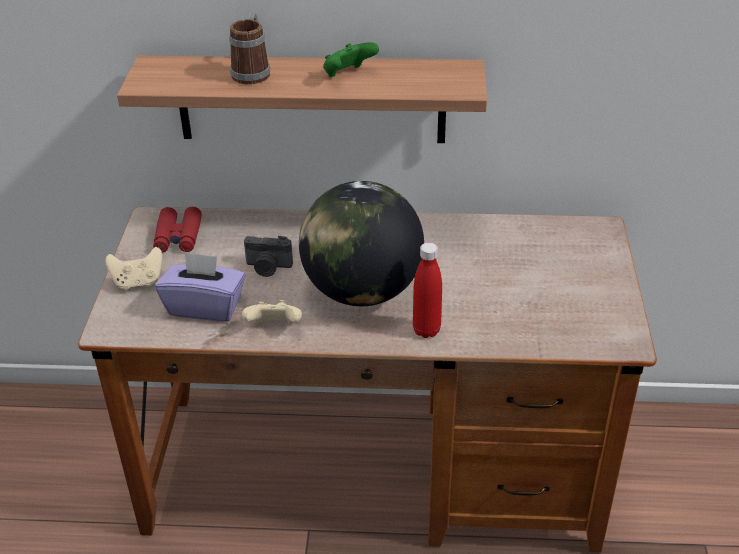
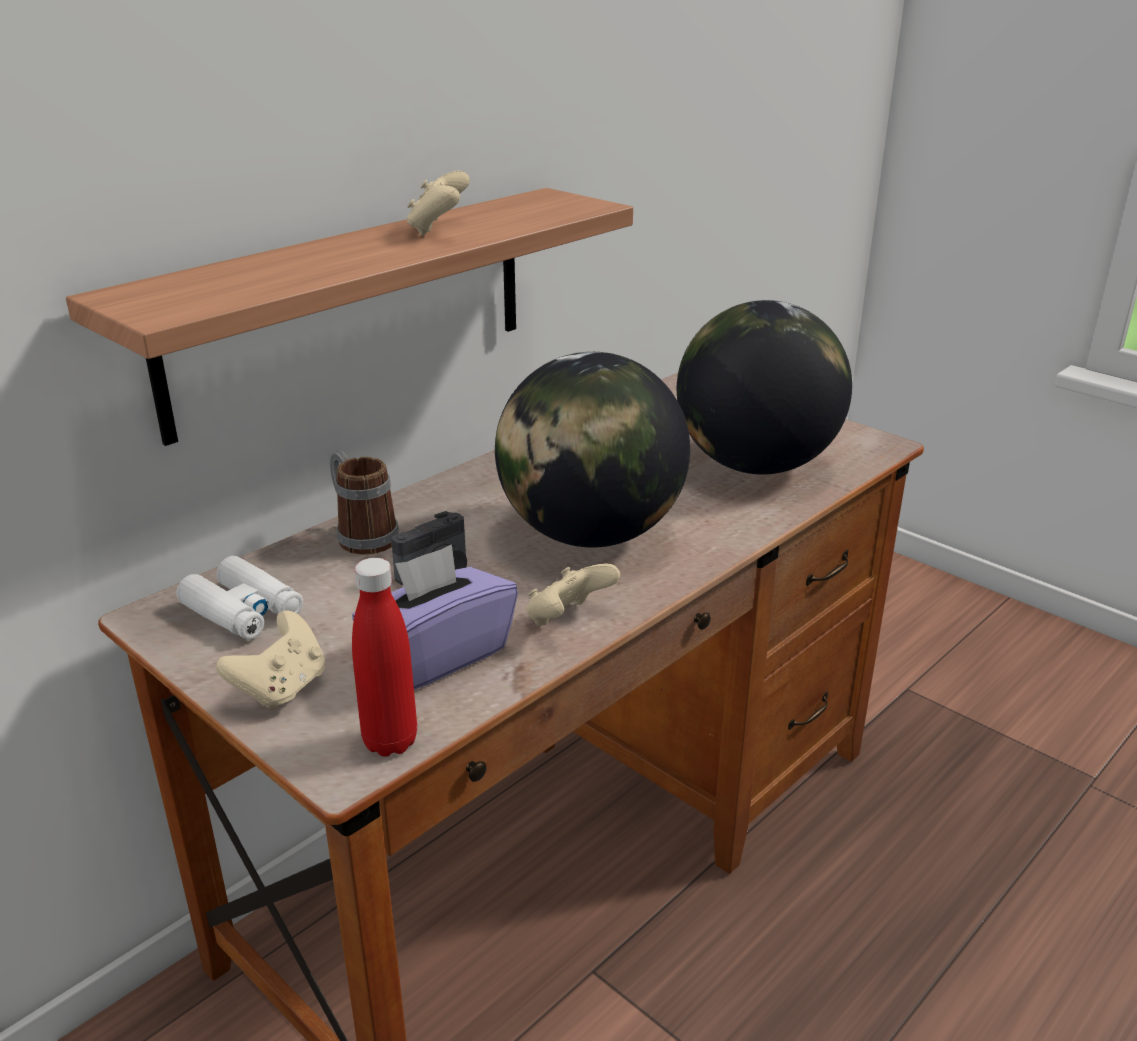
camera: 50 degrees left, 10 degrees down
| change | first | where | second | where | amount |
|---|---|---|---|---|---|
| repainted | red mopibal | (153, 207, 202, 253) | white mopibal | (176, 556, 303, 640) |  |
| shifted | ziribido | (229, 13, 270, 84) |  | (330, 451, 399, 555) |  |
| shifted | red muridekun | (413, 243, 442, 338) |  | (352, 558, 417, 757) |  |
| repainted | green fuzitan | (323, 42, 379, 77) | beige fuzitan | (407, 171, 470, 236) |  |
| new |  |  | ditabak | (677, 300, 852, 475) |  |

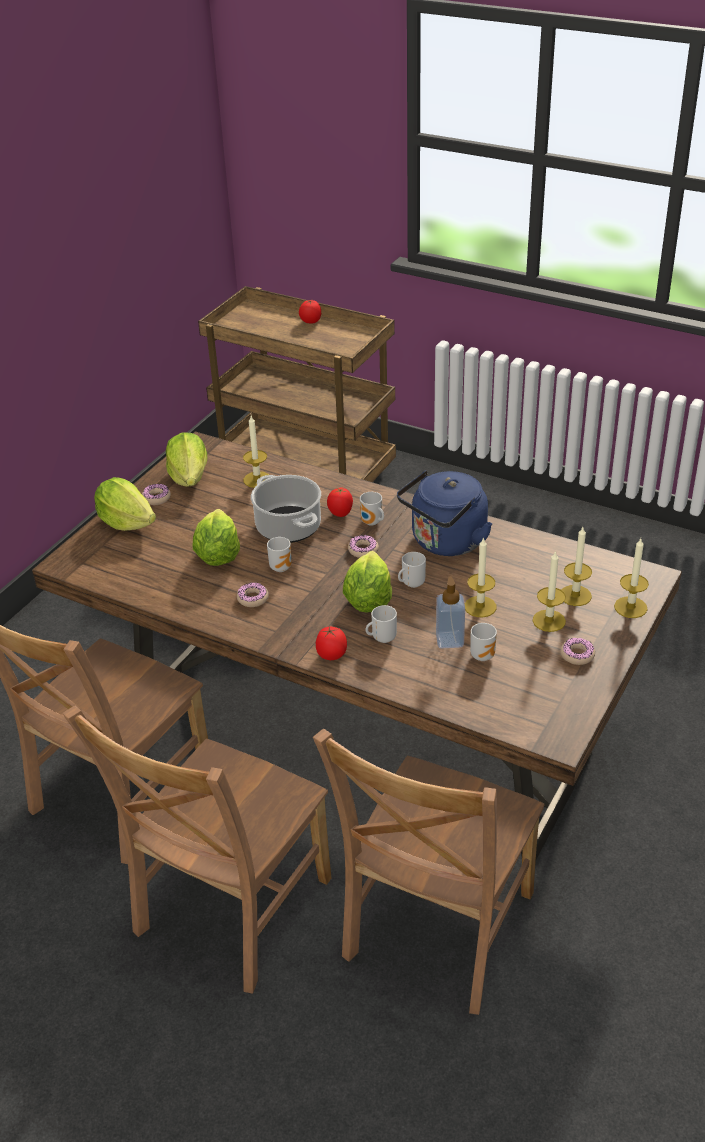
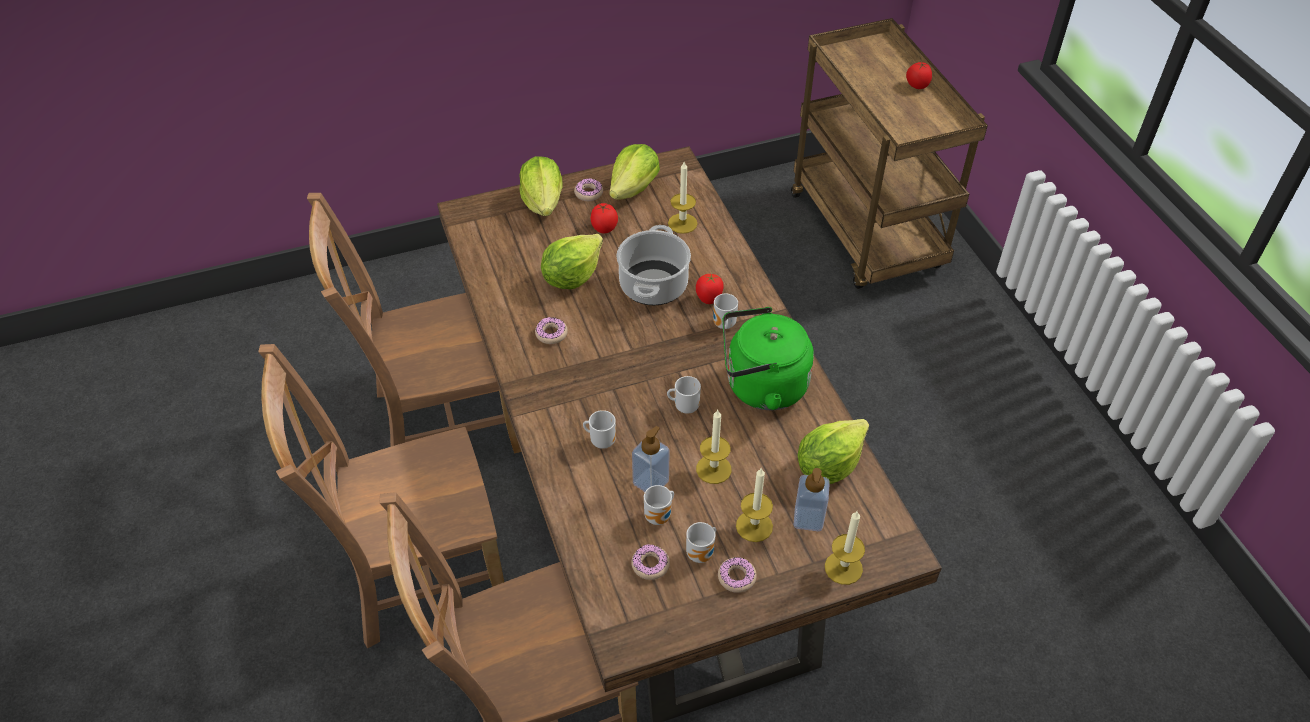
camera: 40 degrees right, 10 degrees up
| change | first | where | second | where | amount |
|---|---|---|---|---|---|
| shifted | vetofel | (316, 627, 347, 660) |  | (591, 203, 618, 233) |  |
| shifted | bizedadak | (348, 535, 379, 558) |  | (631, 545, 670, 580) |  |
| shifted | ziribido | (267, 537, 292, 572) |  | (686, 522, 716, 563) |  |
| repainted | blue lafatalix | (397, 470, 492, 556) | green lafatalix | (722, 307, 814, 410) |  |
| swapped | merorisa | (561, 527, 592, 606) | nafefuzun | (794, 468, 830, 531) |  |
| shifted | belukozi | (343, 551, 392, 613) |  | (797, 419, 869, 484) |  |

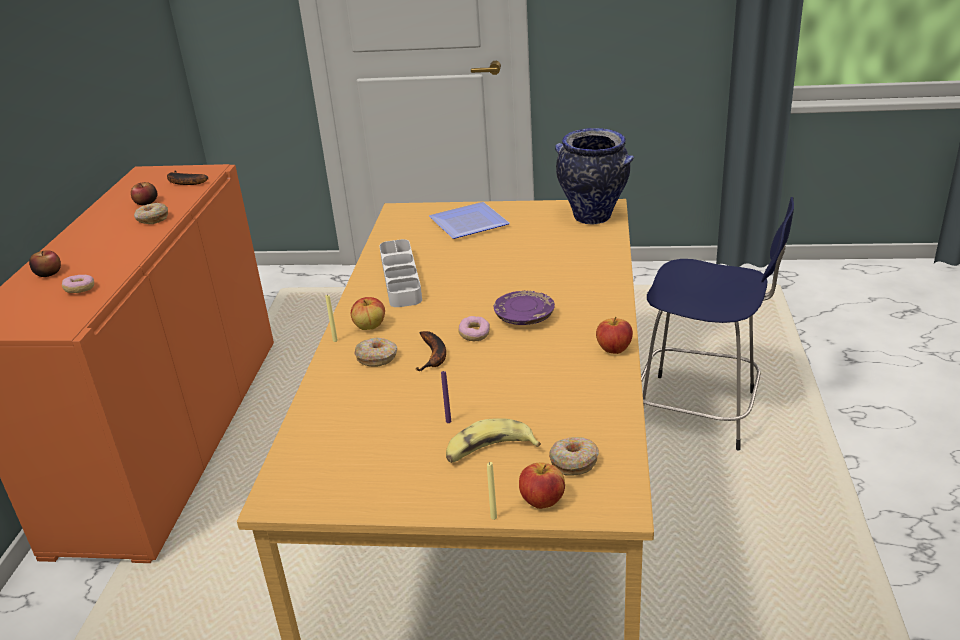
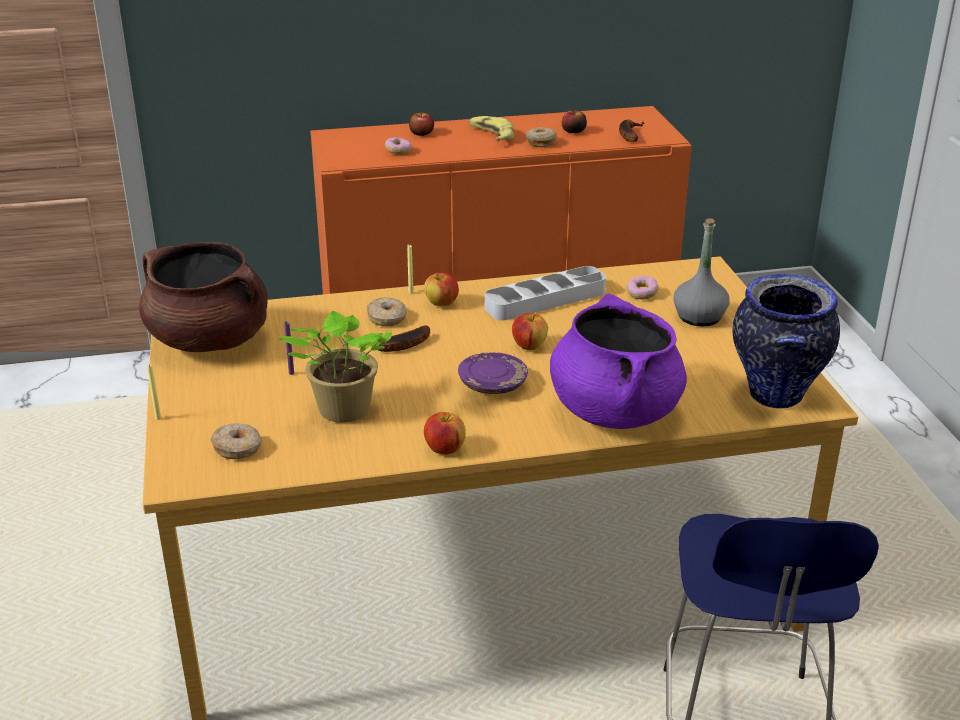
camera: 70 degrees right, 0 degrees up
| change | first | where | second | where | amount |
|---|---|---|---|---|---|
| new |  |  | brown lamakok | (139, 242, 268, 352) |  |
| new |  |  | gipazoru | (279, 311, 392, 423) |  |
| shifted | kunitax | (446, 418, 541, 463) |  | (469, 116, 514, 142) |  |
| shifted | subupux | (519, 463, 565, 509) |  | (512, 313, 548, 350) |  |
| new |  |  | purple lamakok | (550, 293, 687, 429) |  |
| shifted | bizedadak | (458, 316, 490, 341) |  | (627, 276, 659, 300) |  |
| swapped | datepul | (429, 202, 510, 239) | grey muridekun | (674, 218, 730, 326) |  |

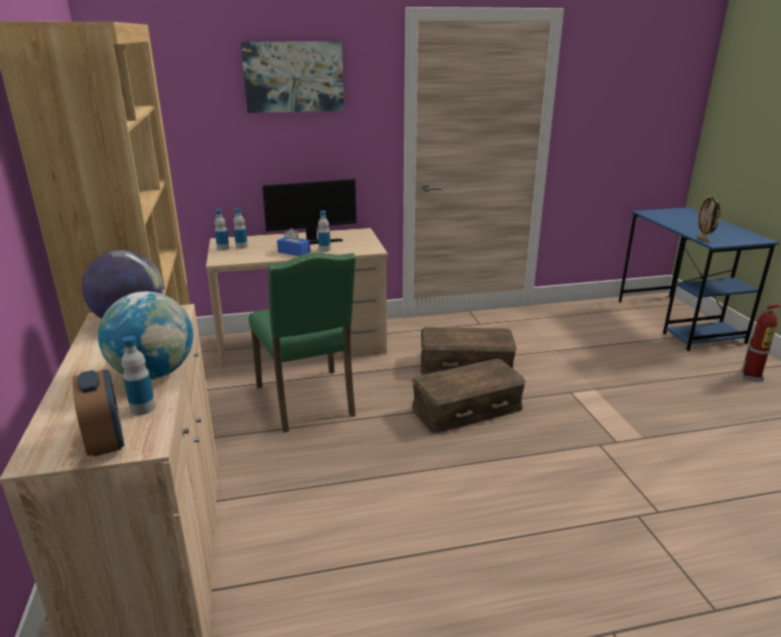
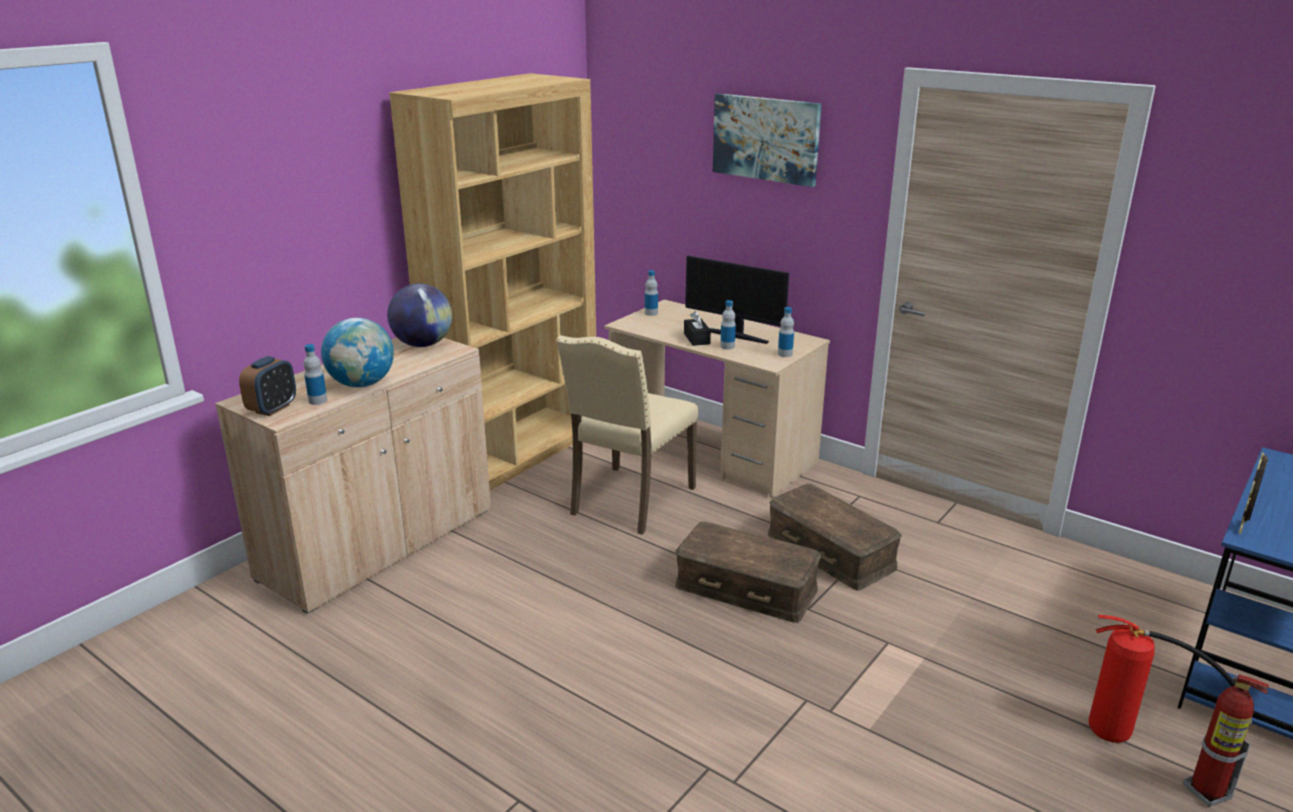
camera: 50 degrees right, 0 degrees up
| change | first | where | second | where | amount |
|---|---|---|---|---|---|
| repainted | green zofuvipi | (249, 253, 356, 433) | beige zofuvipi | (556, 335, 698, 534) |  |
| repainted | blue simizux | (277, 228, 311, 256) | black simizux | (684, 311, 711, 346) |  |
| shifted | muridekun | (234, 208, 248, 249) |  | (778, 307, 794, 357) |  |
| new |  |  | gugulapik | (1089, 615, 1252, 743) |  |

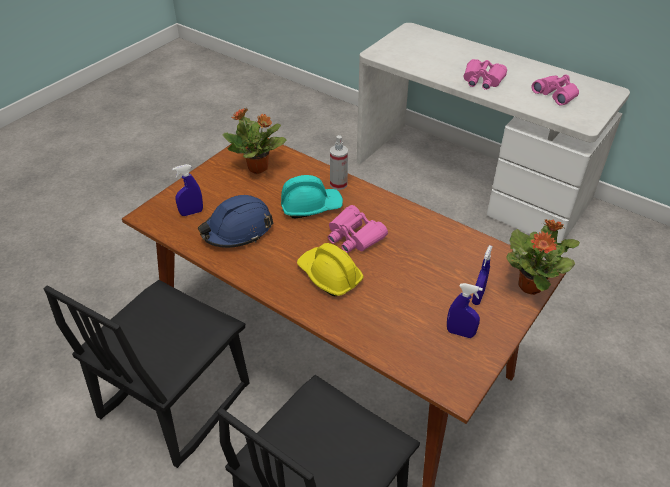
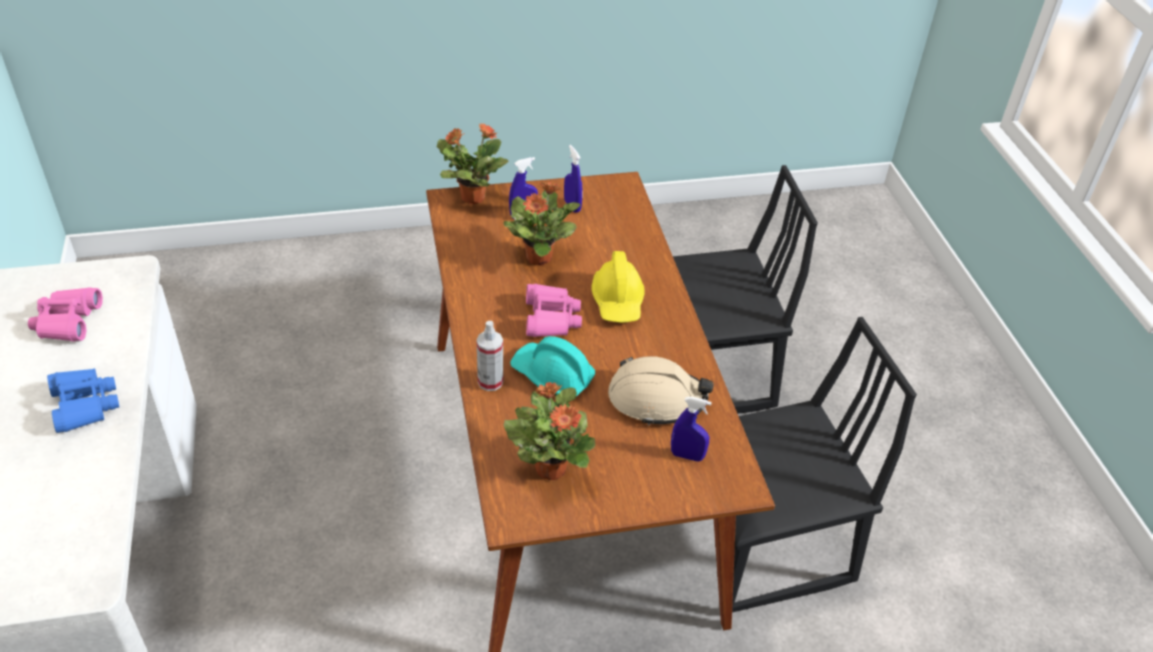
camera: 140 degrees left, 0 degrees up
| change | first | where | second | where | amount |
|---|---|---|---|---|---|
| repainted | pink mopibal | (463, 59, 507, 90) | blue mopibal | (47, 368, 119, 433) |  |
| new |  |  | gipazoru | (503, 182, 580, 266) |  |
| repainted | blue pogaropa | (198, 195, 274, 248) | beige pogaropa | (608, 356, 714, 426) |  |

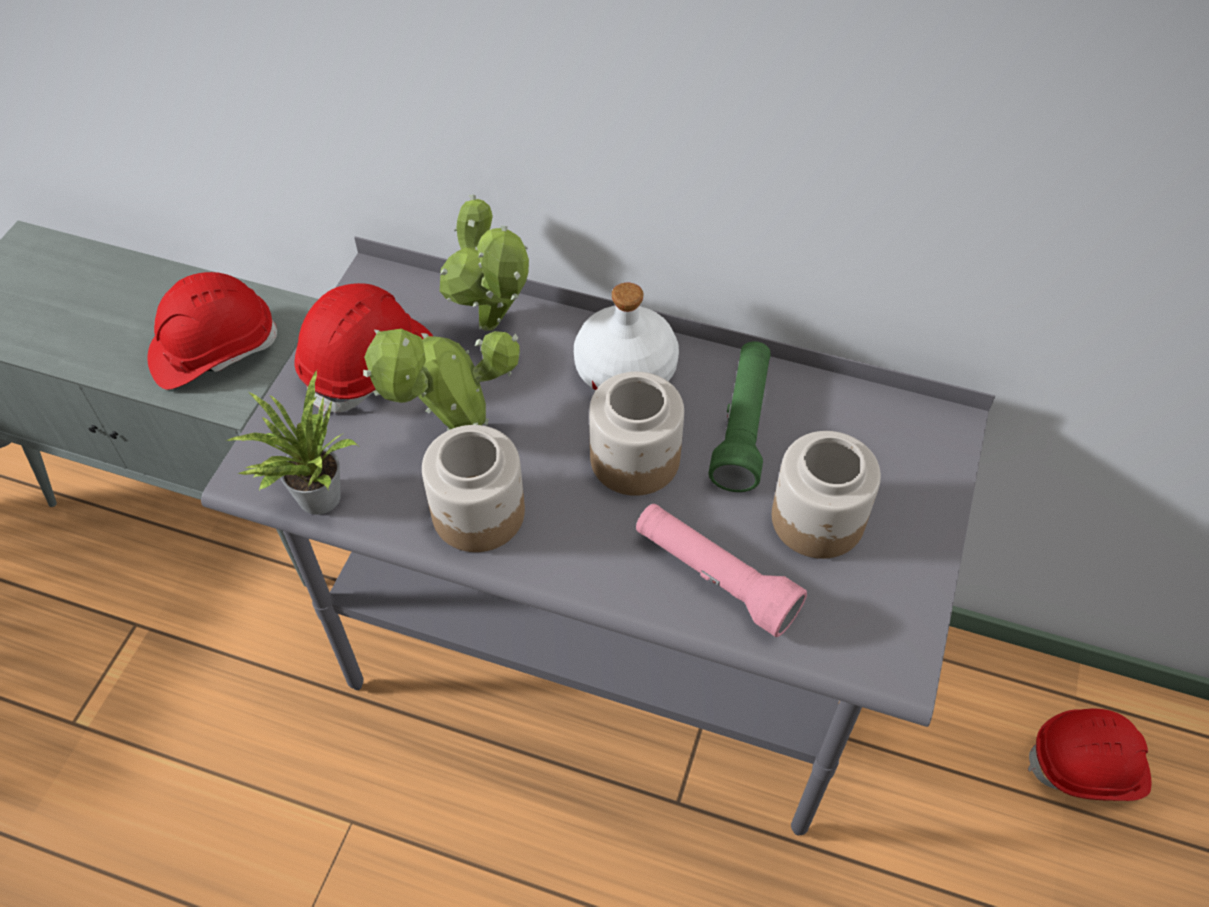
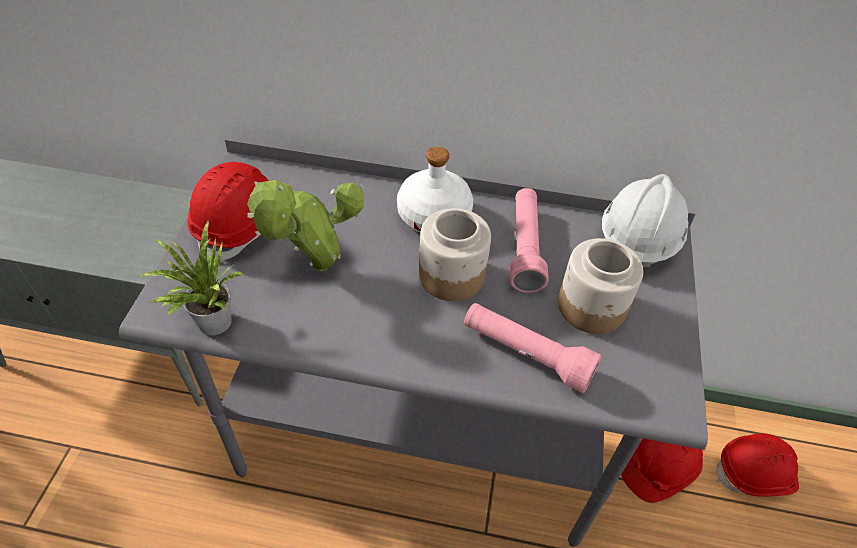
camera: 10 degrees left, 5 degrees down
| change | first | where | second | where | amount |
|---|---|---|---|---|---|
| repainted | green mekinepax | (709, 341, 771, 492) | pink mekinepax | (510, 188, 549, 293) |  |
| new |  |  | white pogaropa | (602, 174, 688, 267) |  |
| shifted | red pogaropa | (147, 272, 277, 390) |  | (621, 438, 703, 503) |  |
| gone | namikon | (422, 425, 525, 552) |  |  |  |
| gone | gipazoru | (440, 195, 529, 331) |  |  |  |

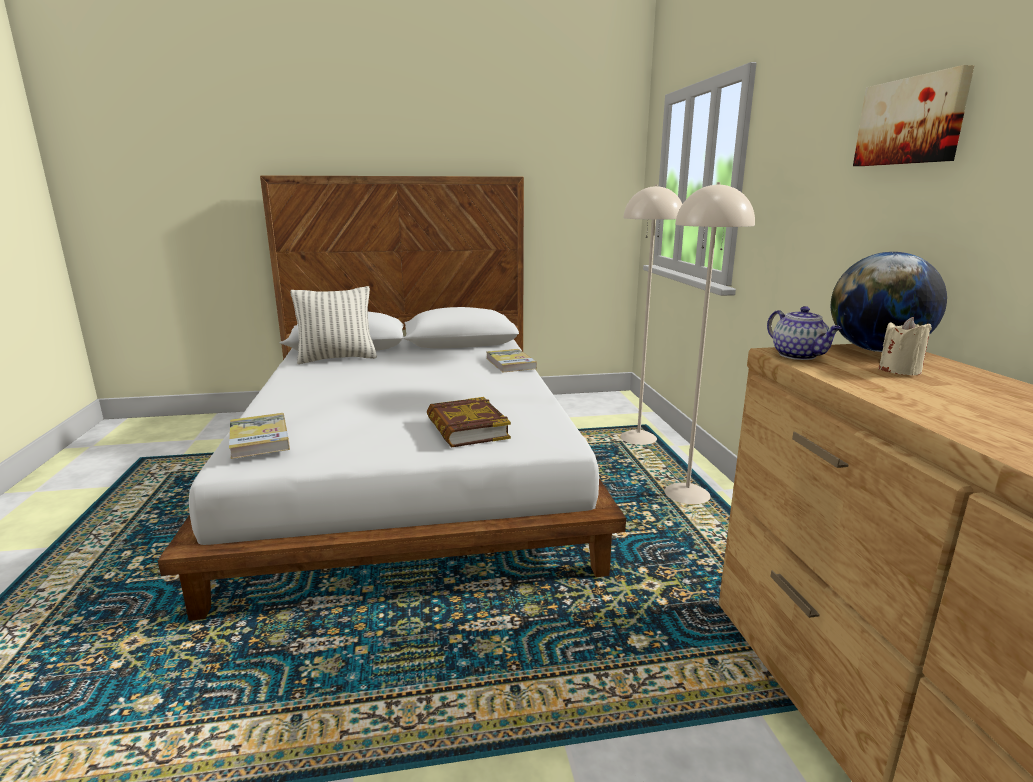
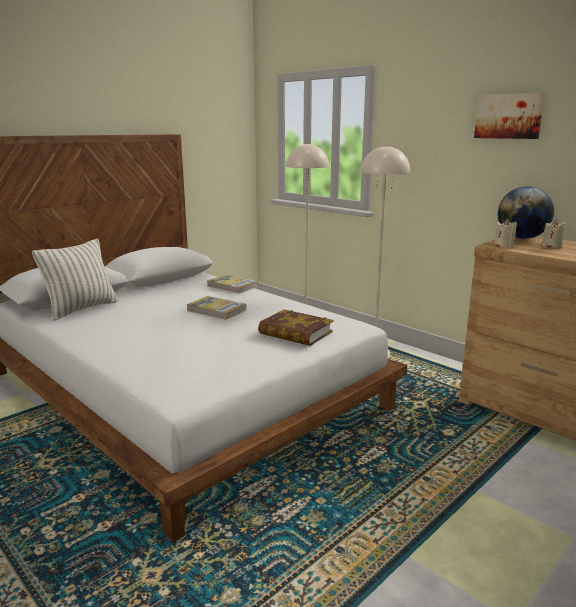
camera: 35 degrees left, 0 degrees up
| change | first | where | second | where | amount |
|---|---|---|---|---|---|
| shifted | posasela | (229, 413, 290, 459) |  | (186, 296, 246, 320) |  |
| swapped | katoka | (767, 306, 842, 360) | beige merorisa | (495, 219, 517, 248) |  |

